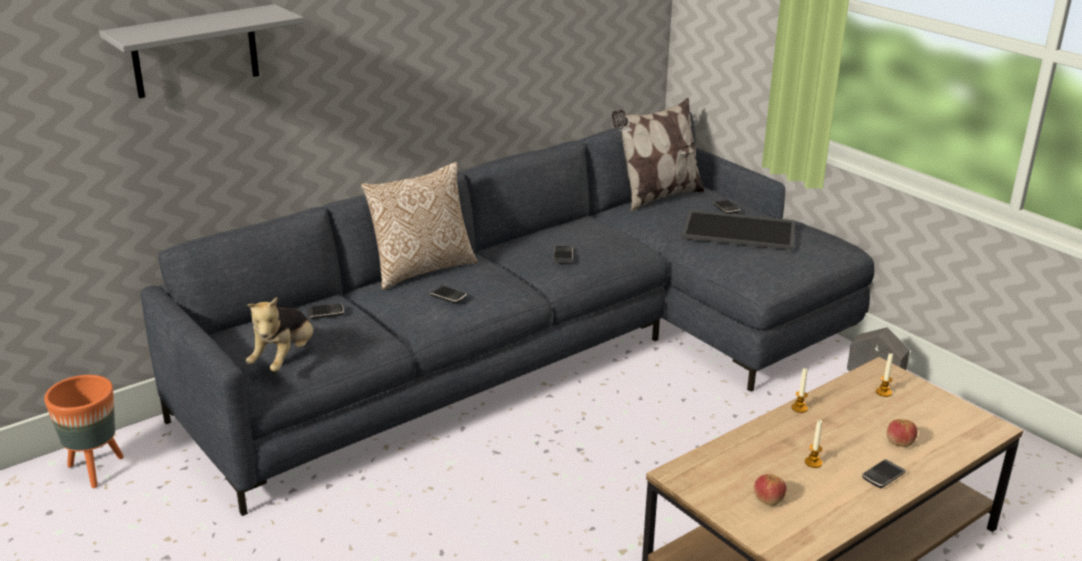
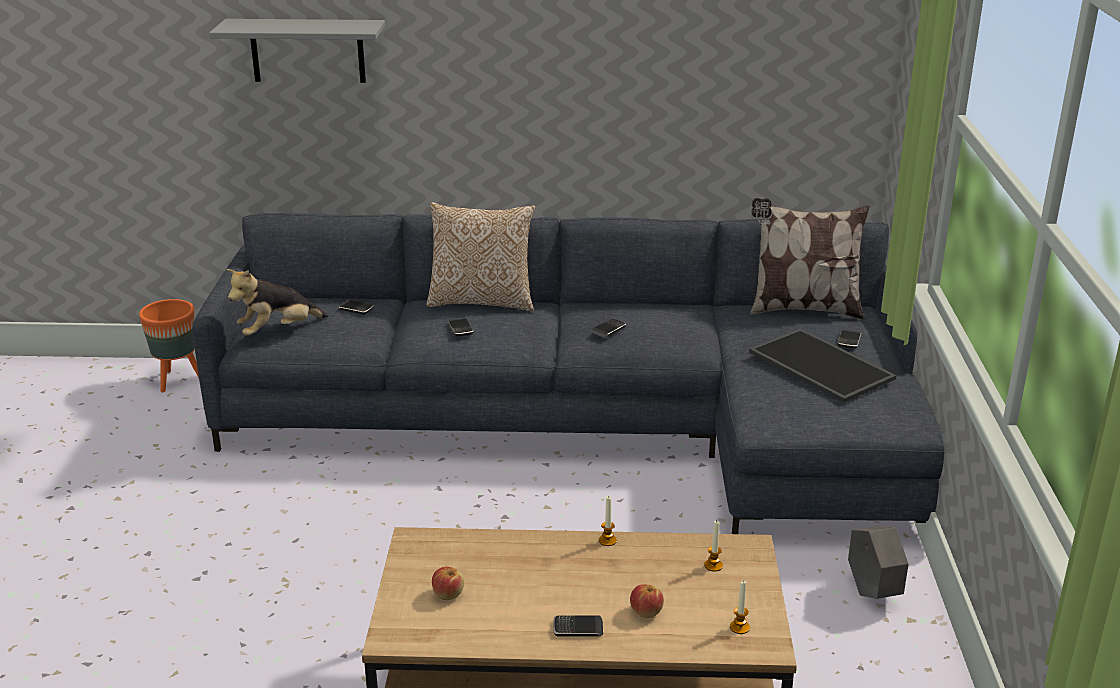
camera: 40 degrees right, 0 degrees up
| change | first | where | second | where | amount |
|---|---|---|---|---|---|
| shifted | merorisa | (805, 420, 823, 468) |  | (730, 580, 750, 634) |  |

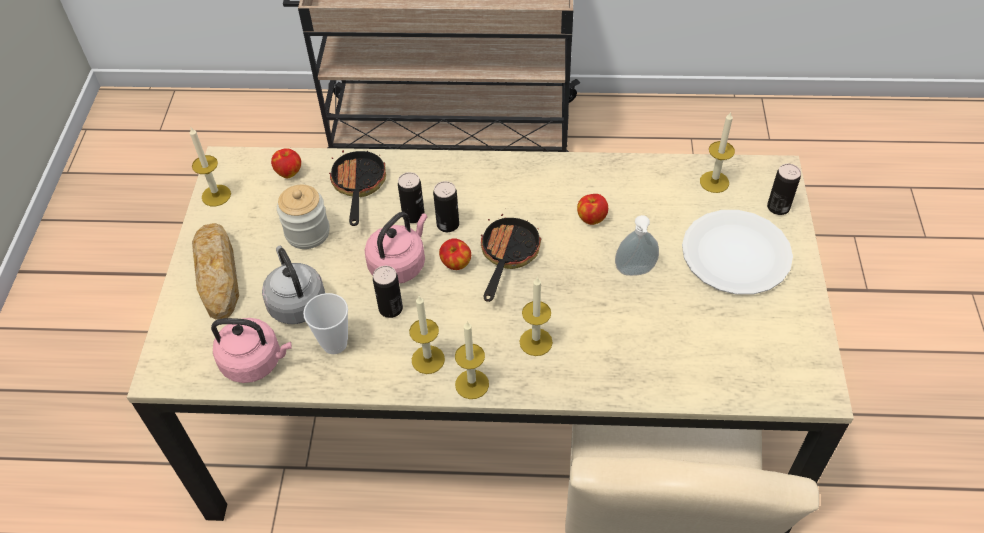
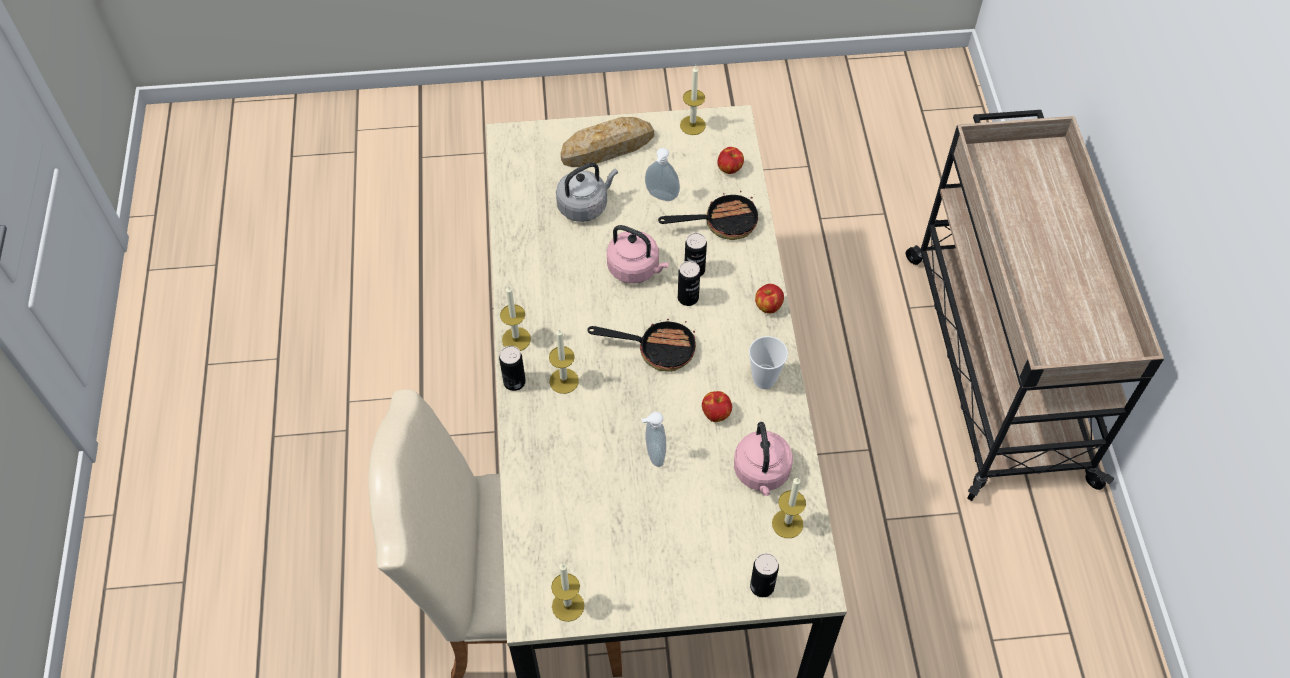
camera: 80 degrees right, 5 degrees up
| change | first | where | second | where | amount |
|---|---|---|---|---|---|
| shifted | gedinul | (373, 266, 403, 318) |  | (499, 346, 526, 391) |  |
| shifted | merorisa | (409, 296, 445, 374) |  | (551, 563, 584, 622) |  |
| swapped | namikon | (277, 185, 330, 249) | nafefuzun | (645, 148, 680, 201) |  |
| shifted | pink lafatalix | (211, 318, 292, 383) |  | (734, 422, 793, 496) |  |
| shifted | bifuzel | (303, 293, 348, 354) |  | (749, 336, 788, 389) |  |
| shifted | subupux | (439, 238, 471, 270) |  | (755, 284, 784, 314) |  |
| gone | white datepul | (682, 210, 793, 295) |  |  |  |

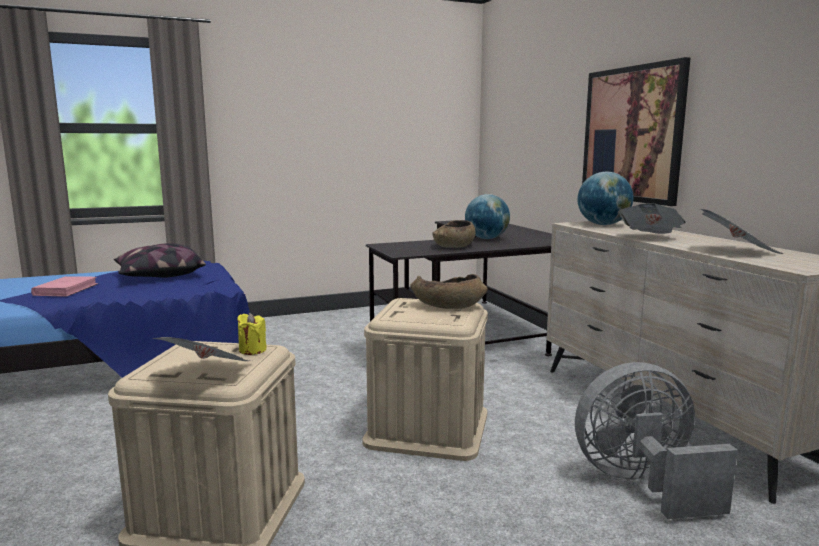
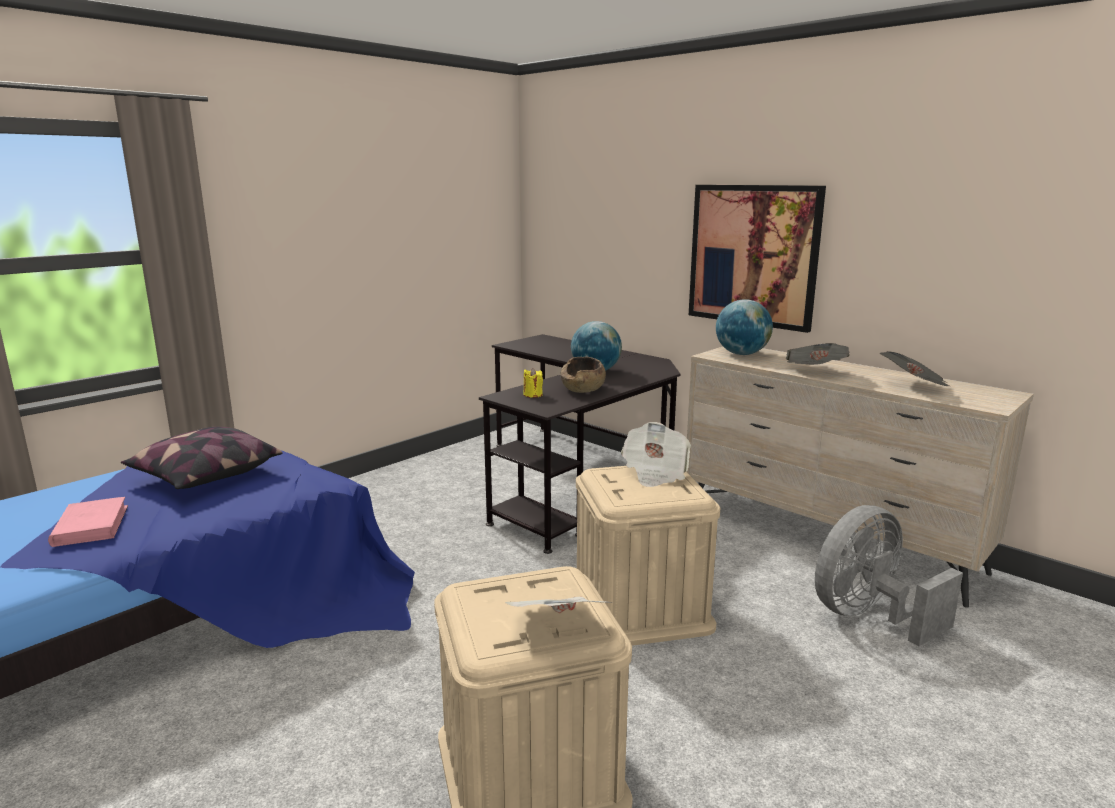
camera: 25 degrees left, 5 degrees up
| change | first | where | second | where | amount |
|---|---|---|---|---|---|
| shifted | yellow merorisa | (237, 313, 267, 355) |  | (523, 368, 543, 398) |  |
| swapped | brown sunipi | (410, 274, 488, 309) | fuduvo | (621, 422, 691, 487) |  |

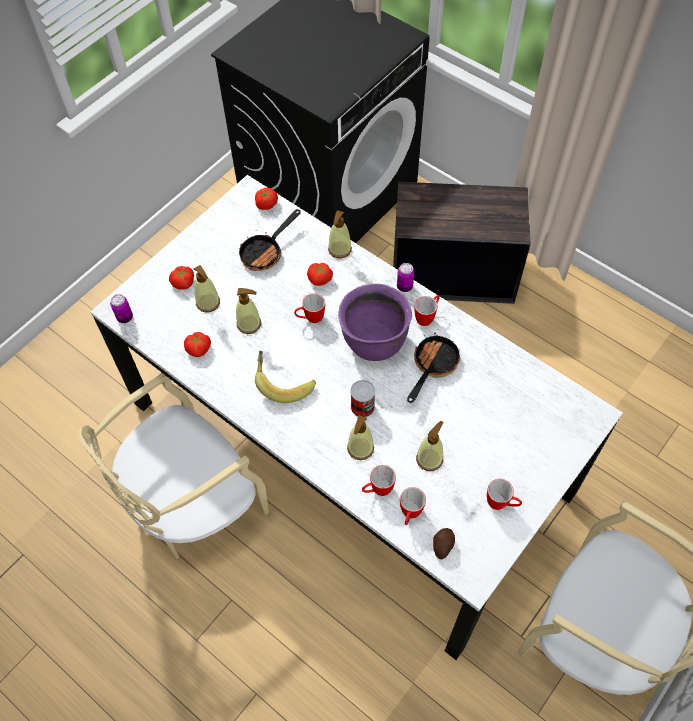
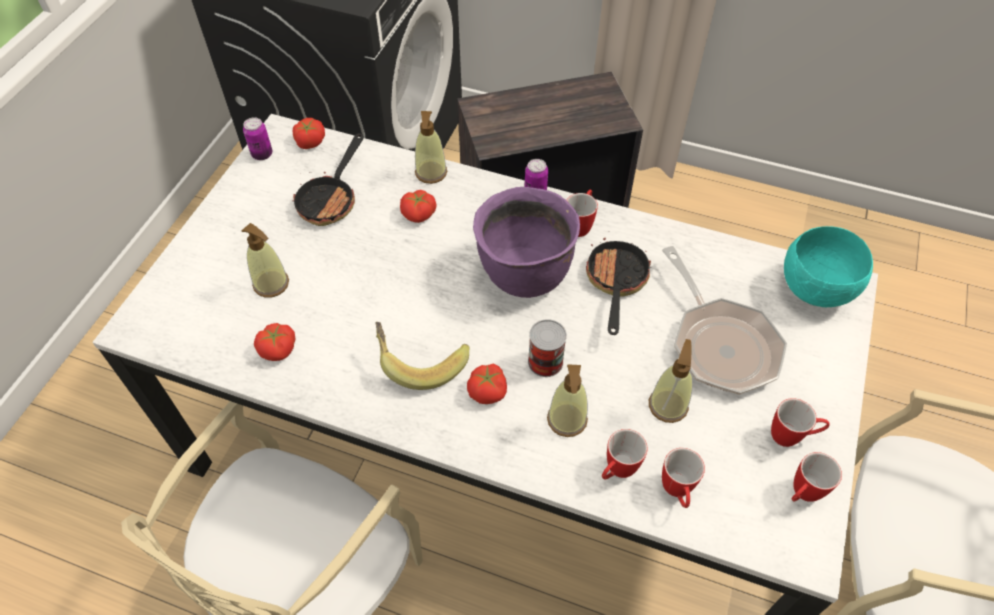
camera: 20 degrees left, 5 degrees down
| change | first | where | second | where | amount |
|---|---|---|---|---|---|
| shifted | gedinul | (110, 294, 133, 323) |  | (243, 117, 272, 160) |  |
| shifted | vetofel | (169, 266, 194, 290) |  | (467, 364, 507, 404) |  |
| new |  |  | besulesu | (662, 246, 787, 395) |  |
| new |  |  | turquoise sunipi | (784, 226, 873, 307) |  |
| shifted | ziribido | (294, 293, 325, 323) |  | (792, 452, 842, 502) |  |
| gone | nafefuzun | (236, 288, 261, 334) |  |  |  |
| gone | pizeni | (433, 528, 455, 559) |  |  |  |

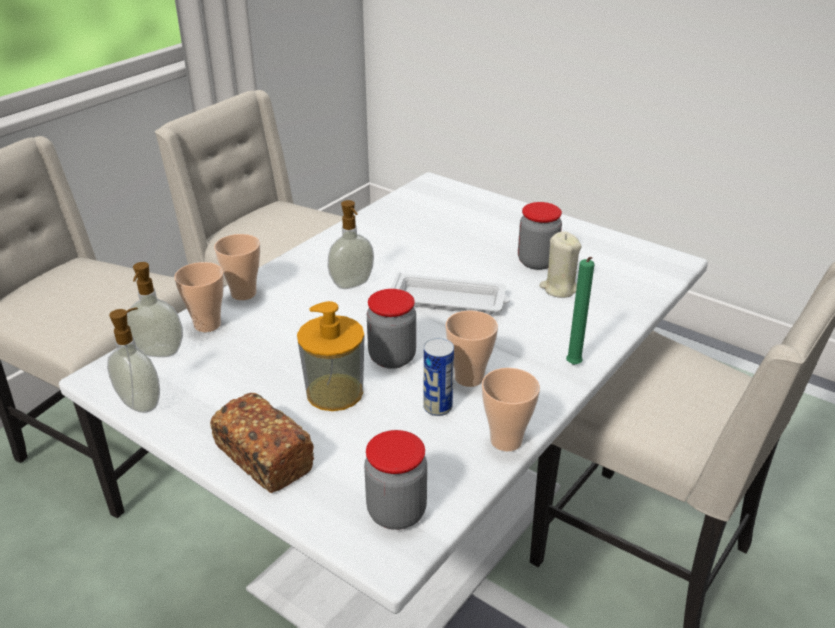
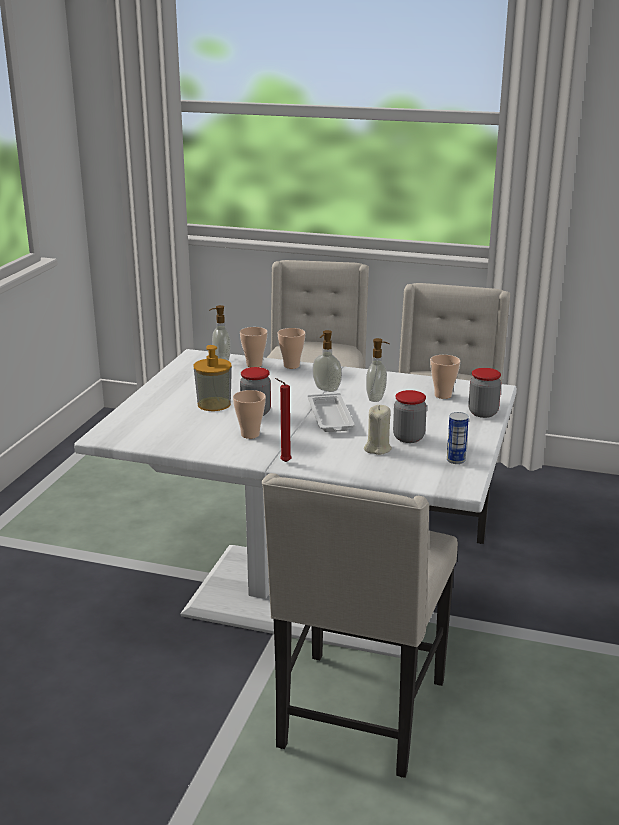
camera: 70 degrees right, 10 degrees down
| change | first | where | second | where | amount |
|---|---|---|---|---|---|
| repainted | green merorisa | (566, 257, 595, 365) | red merorisa | (275, 378, 292, 462) |  |
| shifted | nafefuzun | (107, 307, 160, 413) |  | (366, 338, 390, 402) |  |
| shifted | bifuzel | (482, 368, 540, 452) |  | (430, 355, 460, 399) |  |
| shifted | gedinul | (423, 338, 454, 416) |  | (447, 412, 469, 464) |  |
| shifted | namikon | (364, 430, 427, 530) |  | (468, 368, 501, 418) |  |
| gone | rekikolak | (210, 393, 314, 493) |  |  |  |

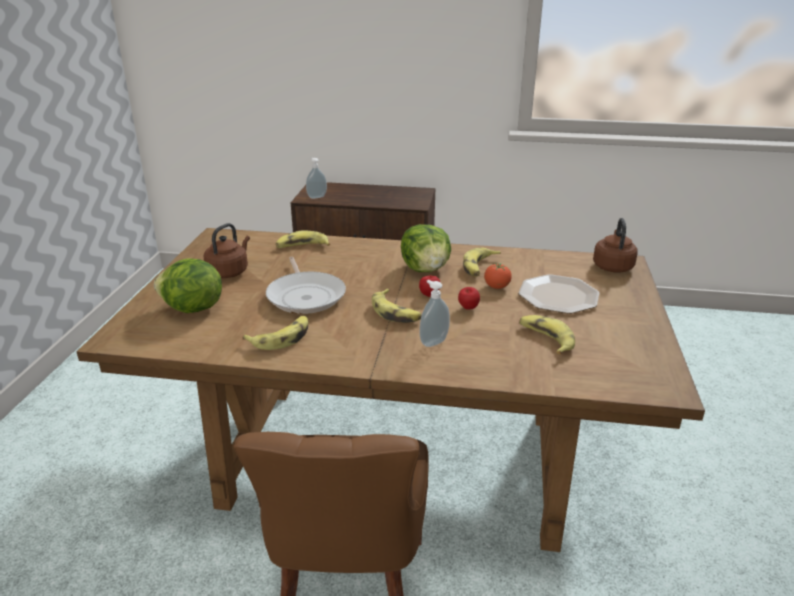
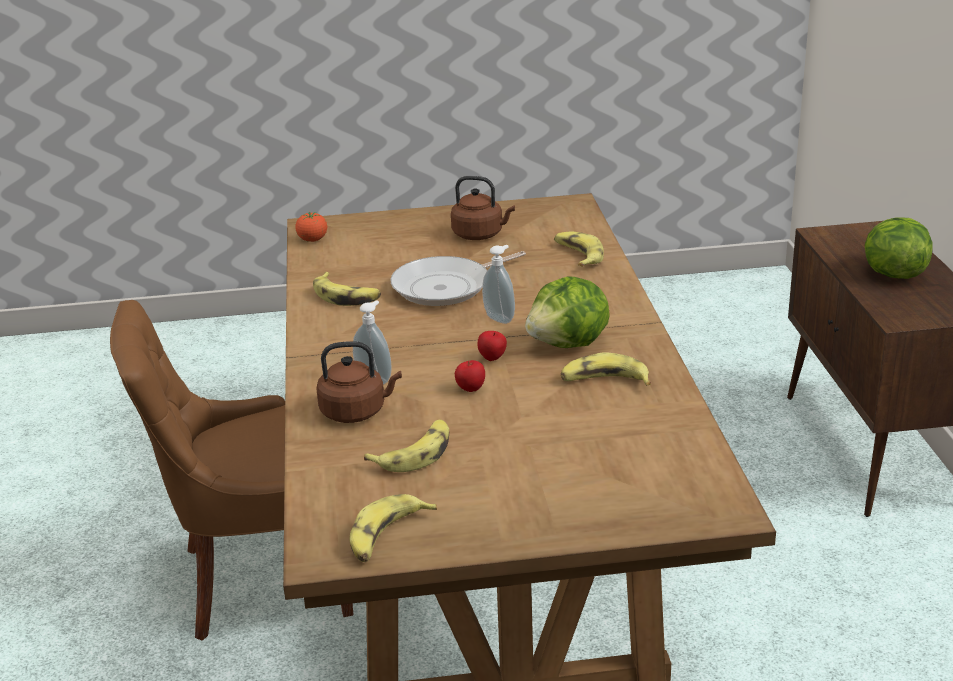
camera: 75 degrees right, 0 degrees up
| change | first | where | second | where | amount |
|---|---|---|---|---|---|
| shifted | vetofel | (484, 263, 512, 289) |  | (295, 212, 327, 242) |  |
| shifted | brown lafatalix | (593, 218, 638, 273) |  | (316, 341, 402, 423) |  |
| shifted | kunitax | (372, 289, 421, 323) |  | (349, 494, 437, 562) |  |
| shifted | nafefuzun | (306, 158, 327, 199) |  | (482, 245, 515, 324) |  |
| shifted | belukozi | (154, 259, 222, 313) |  | (865, 217, 933, 279) |  |
| gone | datepul | (518, 274, 599, 314) |  |  |  |

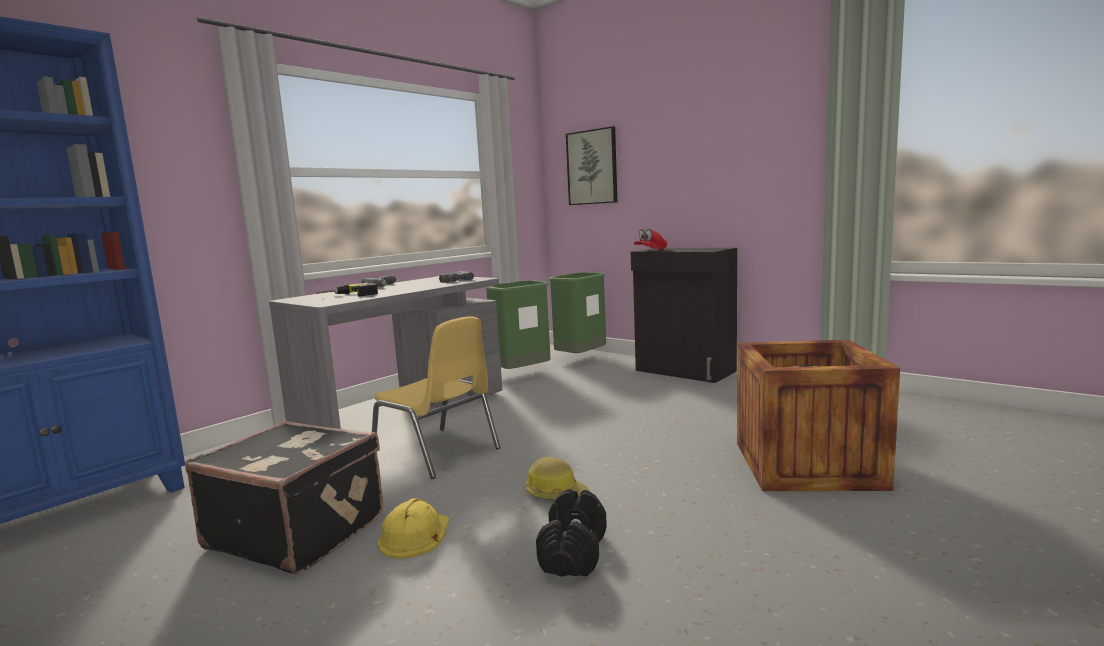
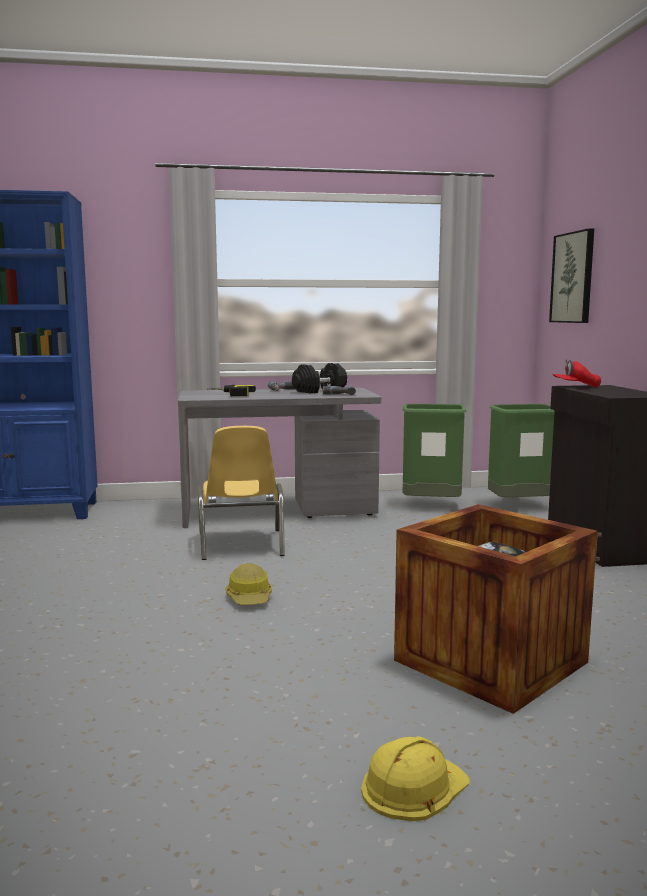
camera: 40 degrees right, 0 degrees up
| change | first | where | second | where | amount |
|---|---|---|---|---|---|
| shifted | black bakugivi | (536, 489, 607, 577) |  | (292, 363, 347, 393) |  |
| shifted | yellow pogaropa | (378, 498, 449, 559) |  | (361, 736, 469, 821) |  |
| gone | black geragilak | (185, 421, 383, 574) |  |  |  |

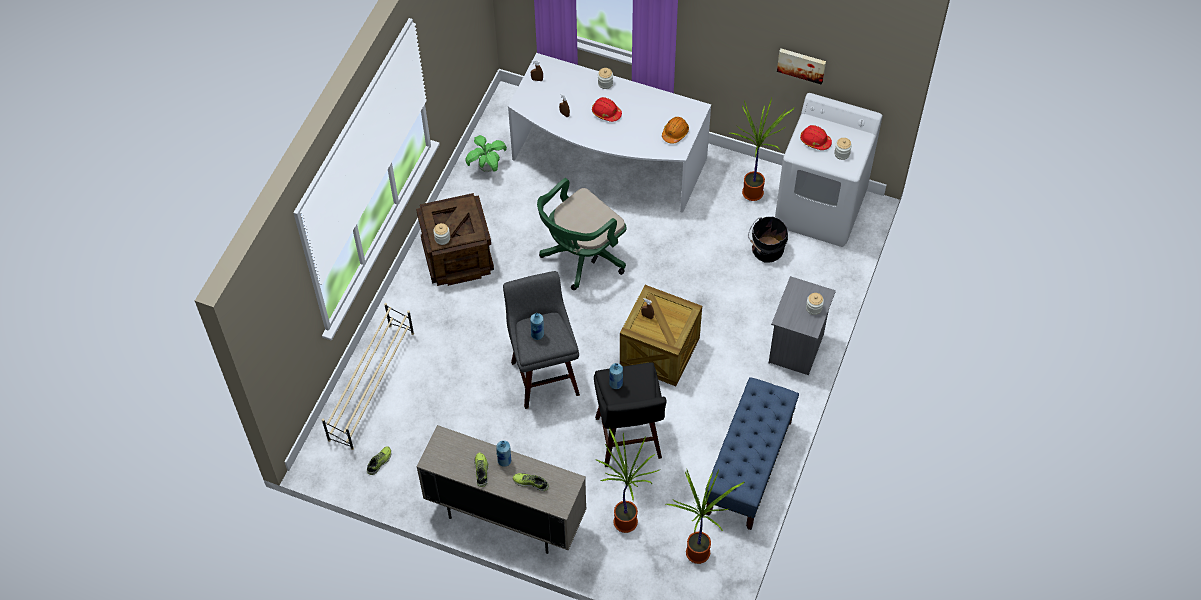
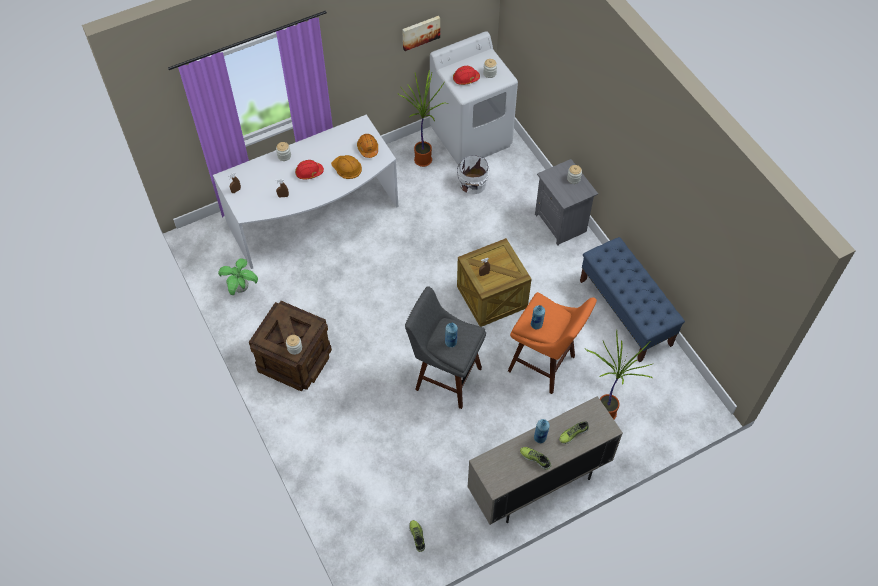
camera: 50 degrees left, 0 degrees up
| change | first | where | second | where | amount |
|---|---|---|---|---|---|
| new |  |  | orange pogaropa | (331, 155, 362, 179) |  |
| repainted | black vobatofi | (748, 216, 788, 263) | white vobatofi | (457, 155, 490, 194) |  |
| repainted | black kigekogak | (594, 362, 666, 467) | orange kigekogak | (508, 292, 597, 394) |  |
| gone | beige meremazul | (322, 303, 414, 450) |  |  |  |
| gone | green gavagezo | (537, 178, 626, 290) |  |  |  |
| gone | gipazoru | (666, 470, 745, 564) |  |  |  |

